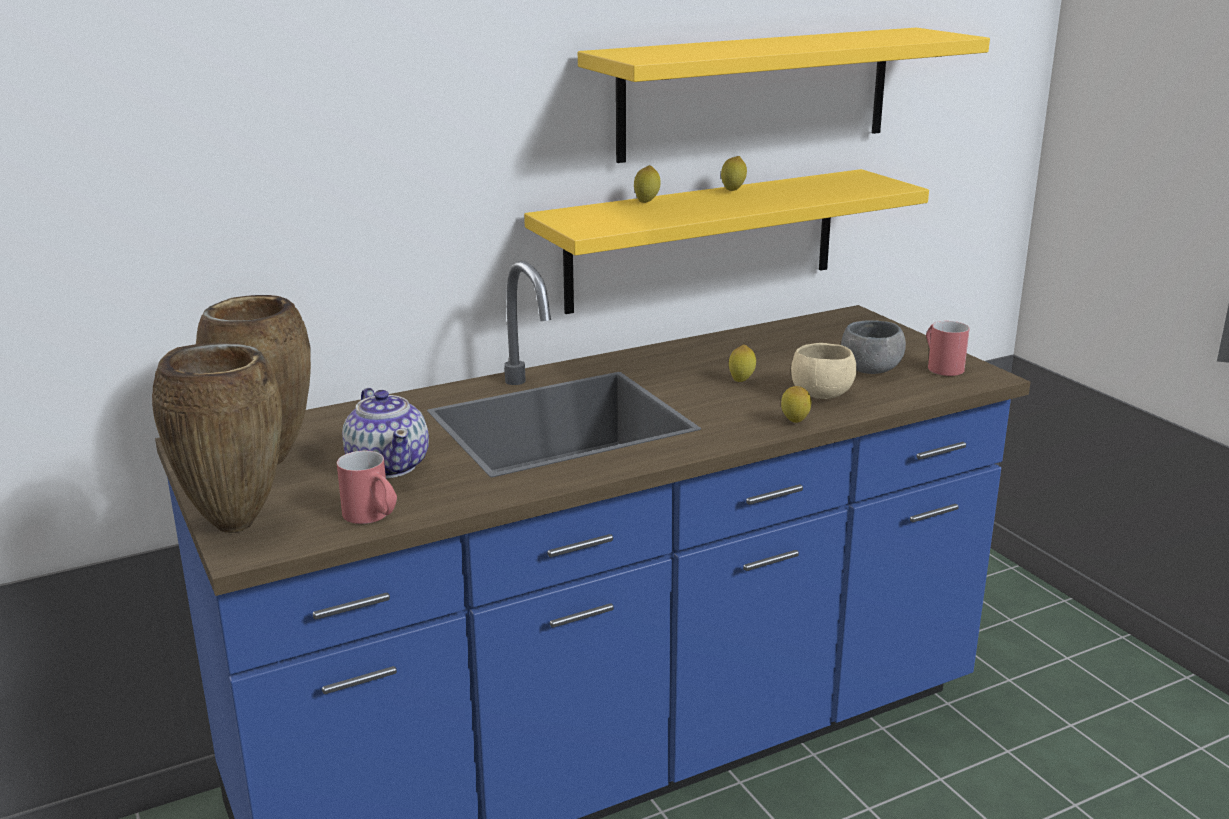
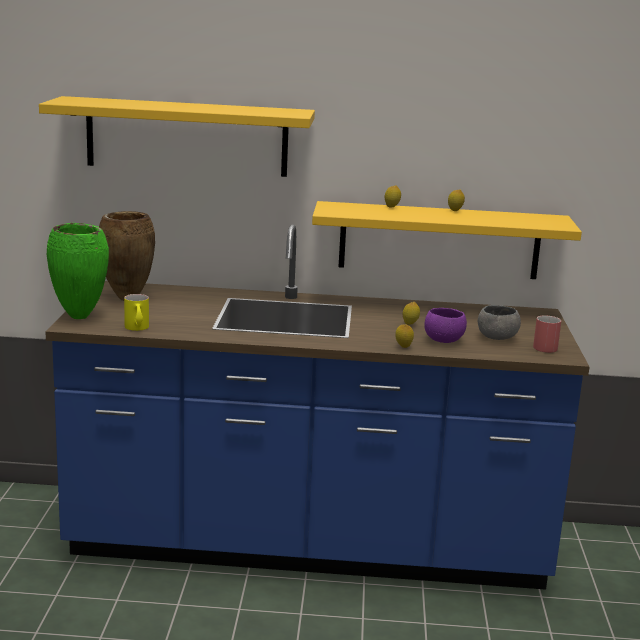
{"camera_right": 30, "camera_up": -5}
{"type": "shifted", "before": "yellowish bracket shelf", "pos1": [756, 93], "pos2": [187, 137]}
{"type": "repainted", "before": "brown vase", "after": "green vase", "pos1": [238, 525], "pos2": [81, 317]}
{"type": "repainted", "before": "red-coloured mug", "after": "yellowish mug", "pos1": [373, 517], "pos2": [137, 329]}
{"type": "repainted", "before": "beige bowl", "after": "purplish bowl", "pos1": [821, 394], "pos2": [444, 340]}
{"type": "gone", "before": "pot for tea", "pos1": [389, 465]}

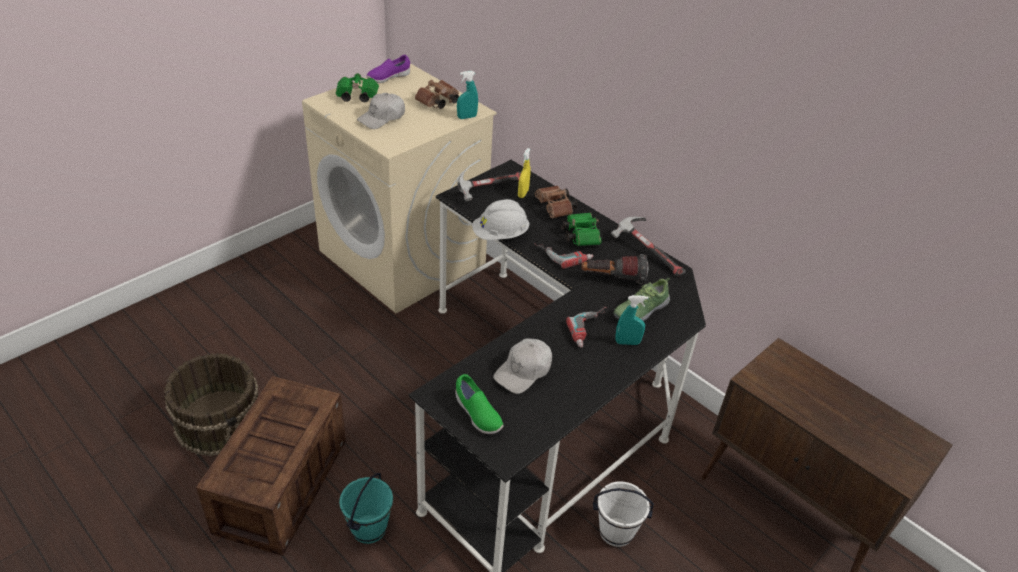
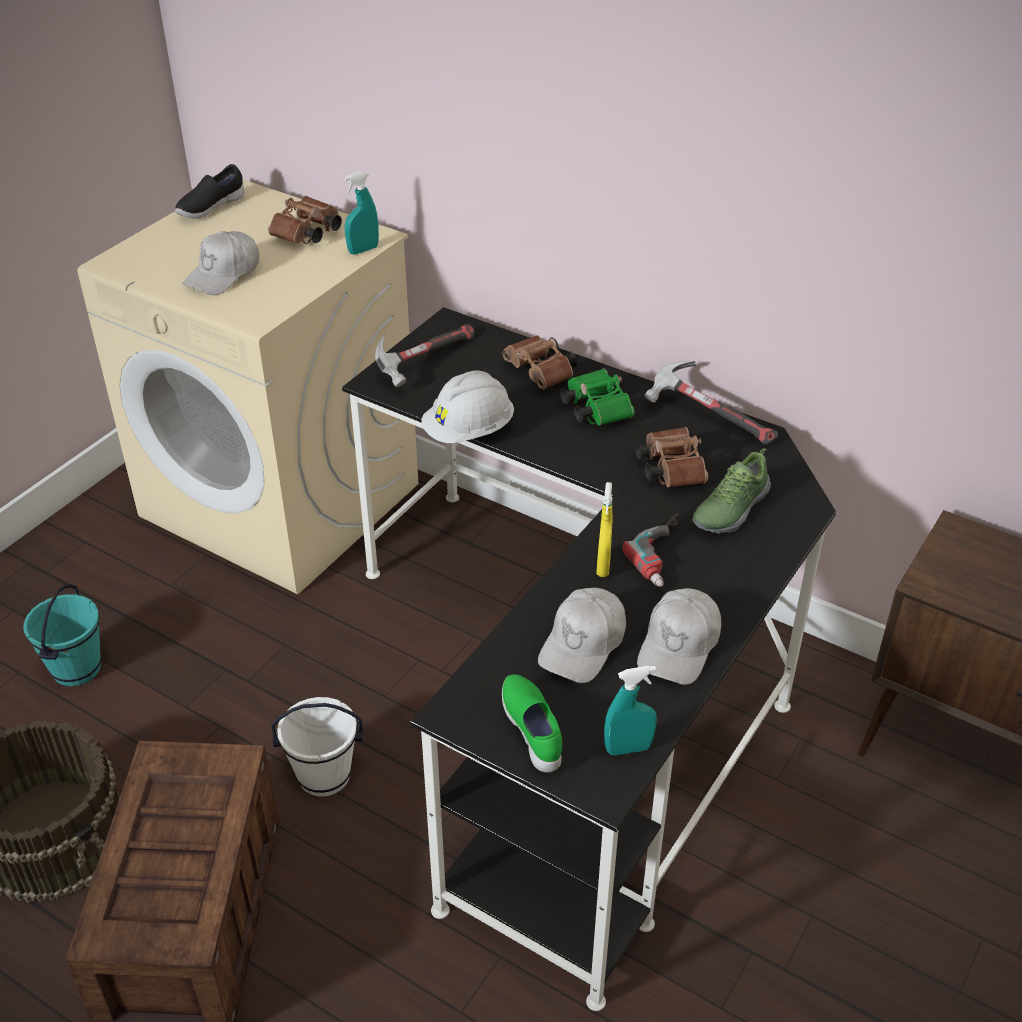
{"camera_right": -10, "camera_up": 0}
{"type": "shifted", "before": "turquoise pail", "pos1": [368, 528], "pos2": [76, 668]}
{"type": "repainted", "before": "purplish low shoe", "after": "blackish low shoe", "pos1": [388, 78], "pos2": [210, 208]}
{"type": "shifted", "before": "white pail", "pos1": [616, 531], "pos2": [324, 775]}
{"type": "rotated", "before": "green low shoe", "pos1": [477, 414], "pos2": [533, 731], "turn": -150}
{"type": "shifted", "before": "yellowish hand sprayer", "pos1": [523, 193], "pos2": [603, 566]}
{"type": "shifted", "before": "turquoise hand sprayer", "pos1": [627, 342], "pos2": [628, 748]}
{"type": "swapped", "before": "torch", "after": "brown pair of binoculars", "pos1": [612, 279], "pos2": [670, 468]}
{"type": "new", "after": "white peaked cap", "pos2": [679, 645]}
{"type": "gone", "before": "green pair of binoculars", "pos1": [356, 97]}
{"type": "gone", "before": "drill", "pos1": [563, 254]}

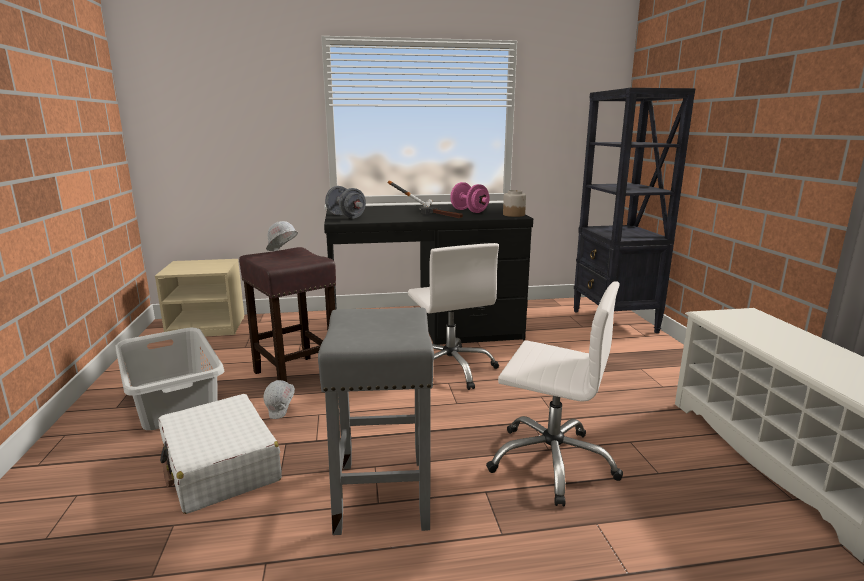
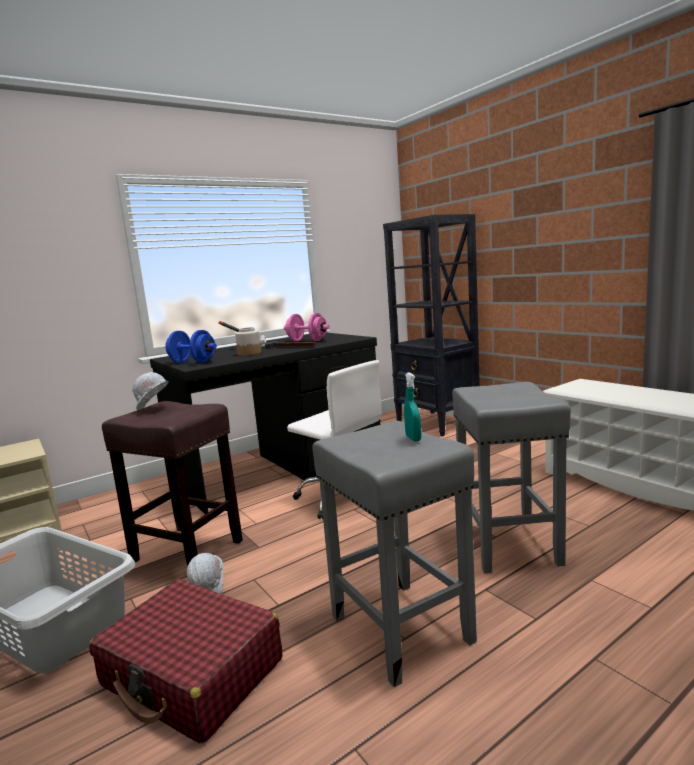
{"camera_right": -25, "camera_up": -5}
{"type": "repainted", "before": "white travel case", "after": "red-coloured travel case", "pos1": [220, 466], "pos2": [192, 673]}
{"type": "repainted", "before": "greyish dumbbell", "after": "bluish dumbbell", "pos1": [346, 216], "pos2": [192, 362]}
{"type": "shifted", "before": "jar", "pos1": [514, 215], "pos2": [249, 353]}
{"type": "new", "after": "turquoise hand sprayer", "pos2": [413, 438]}
{"type": "swapped", "before": "white desk chair", "after": "greyish stool", "pos1": [552, 462], "pos2": [509, 545]}

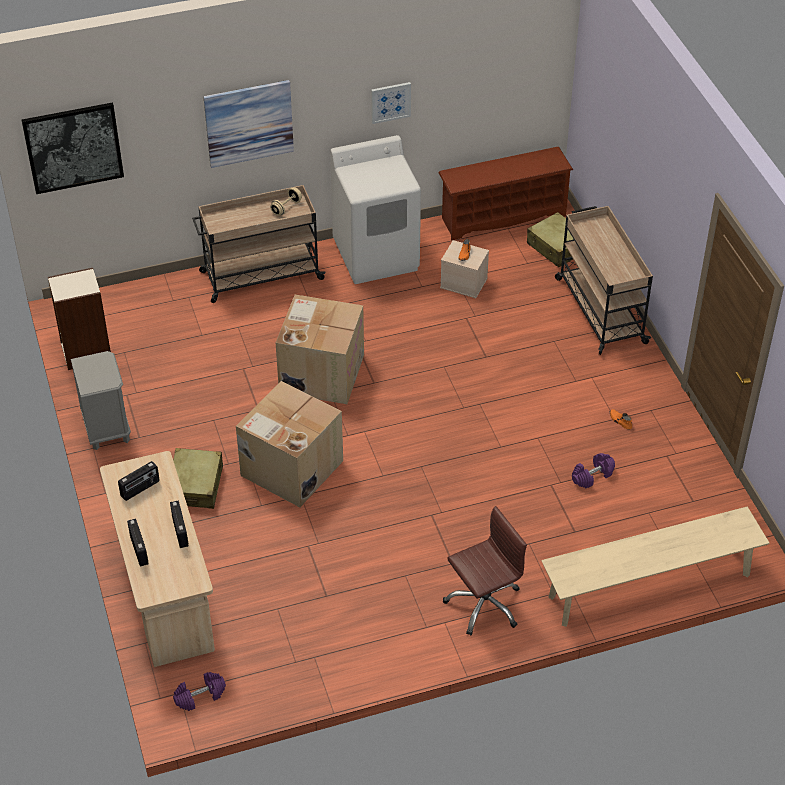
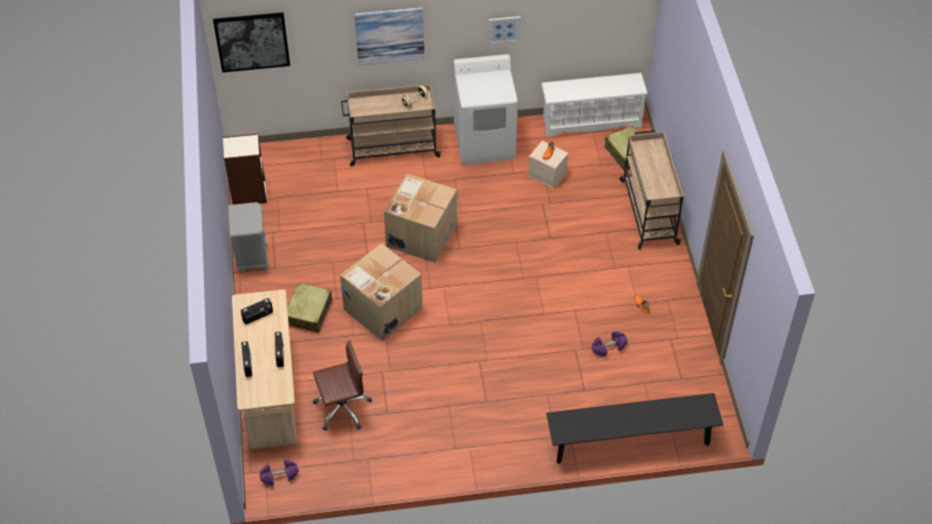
{"camera_right": 10, "camera_up": 5}
{"type": "shifted", "before": "brown desk chair", "pos1": [483, 604], "pos2": [342, 408]}
{"type": "repainted", "before": "brown shoe stand", "after": "white shoe stand", "pos1": [503, 216], "pos2": [591, 121]}
{"type": "repainted", "before": "beige indoor bench", "after": "blackish indoor bench", "pos1": [649, 586], "pos2": [630, 441]}

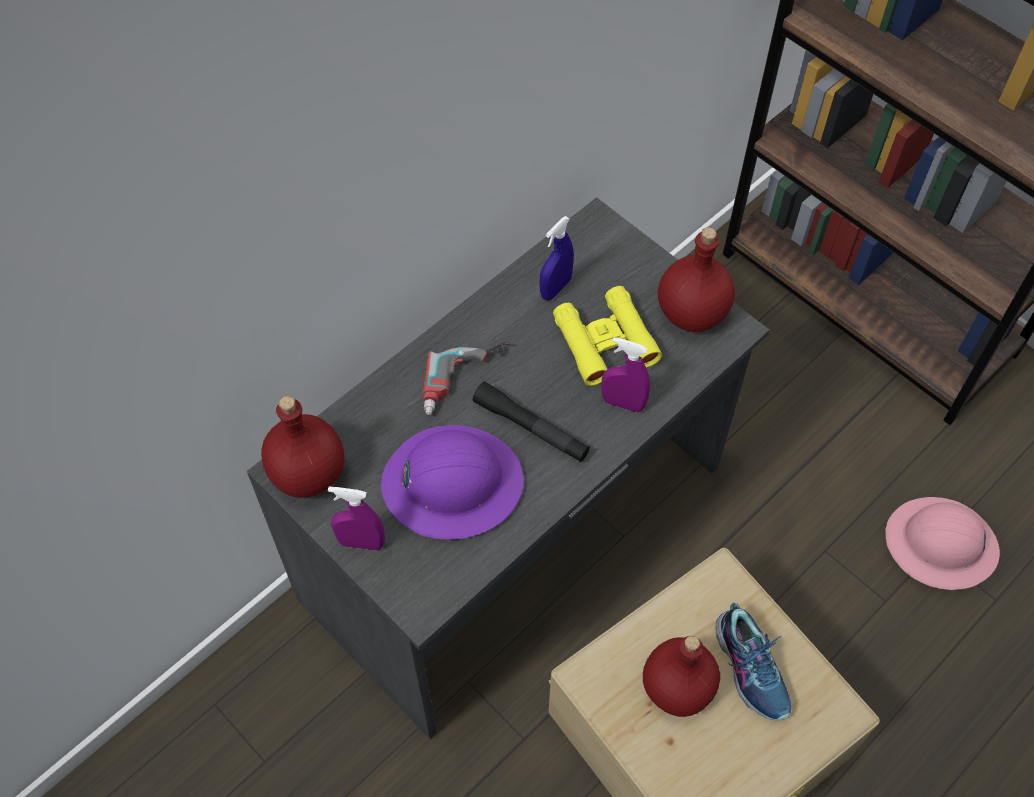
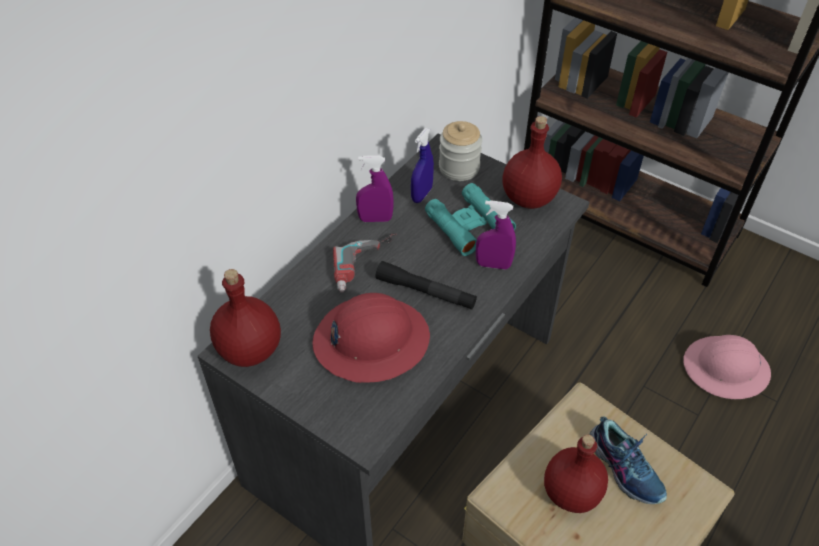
{"camera_right": -10, "camera_up": -10}
{"type": "repainted", "before": "purplish safety helmet", "after": "red-coloured safety helmet", "pos1": [452, 483], "pos2": [371, 340]}
{"type": "shifted", "before": "purplish hand sprayer", "pos1": [361, 543], "pos2": [375, 219]}
{"type": "repainted", "before": "yellowish pair of binoculars", "after": "turquoise pair of binoculars", "pos1": [605, 341], "pos2": [468, 225]}
{"type": "new", "after": "jar", "pos2": [459, 168]}

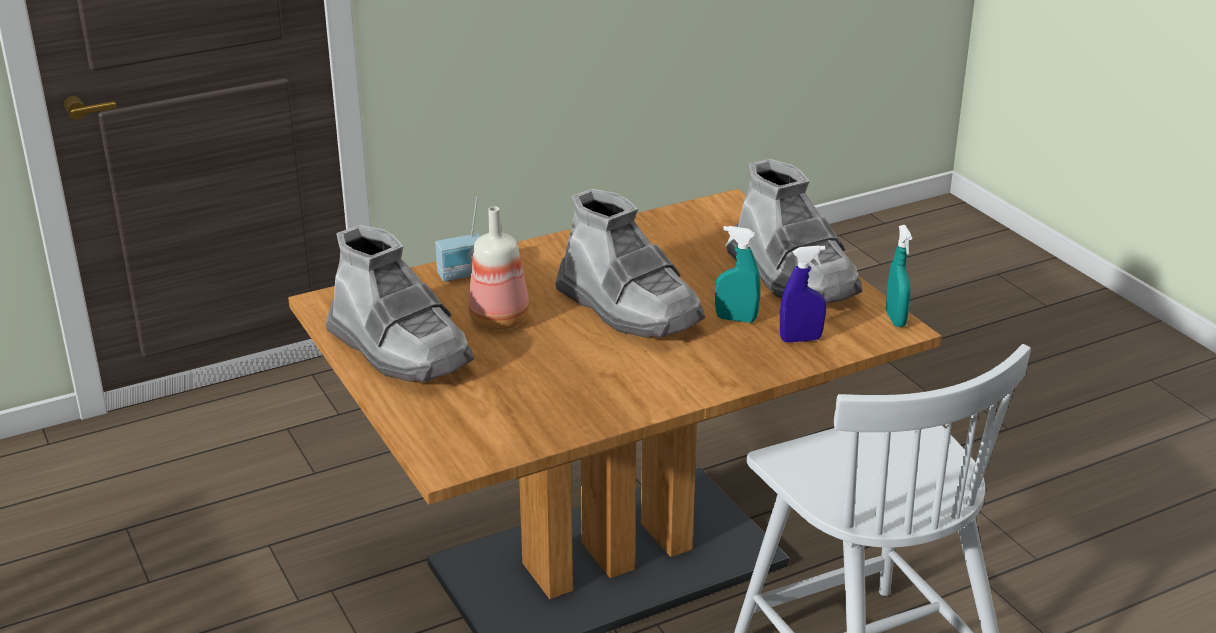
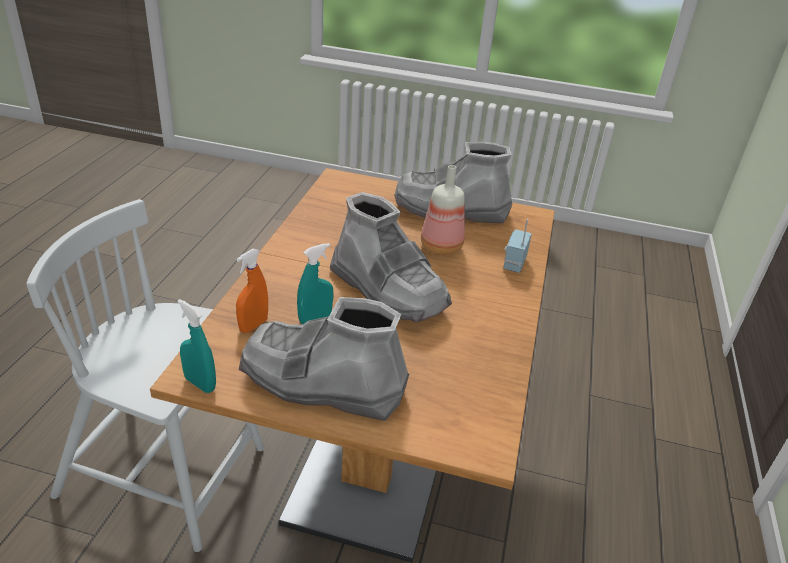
{"camera_right": 130, "camera_up": 5}
{"type": "repainted", "before": "bluish hand sprayer", "after": "orangey hand sprayer", "pos1": [800, 339], "pos2": [253, 325]}
{"type": "rotated", "before": "greyish tall boot", "pos1": [629, 309], "pos2": [388, 290], "turn": -135}

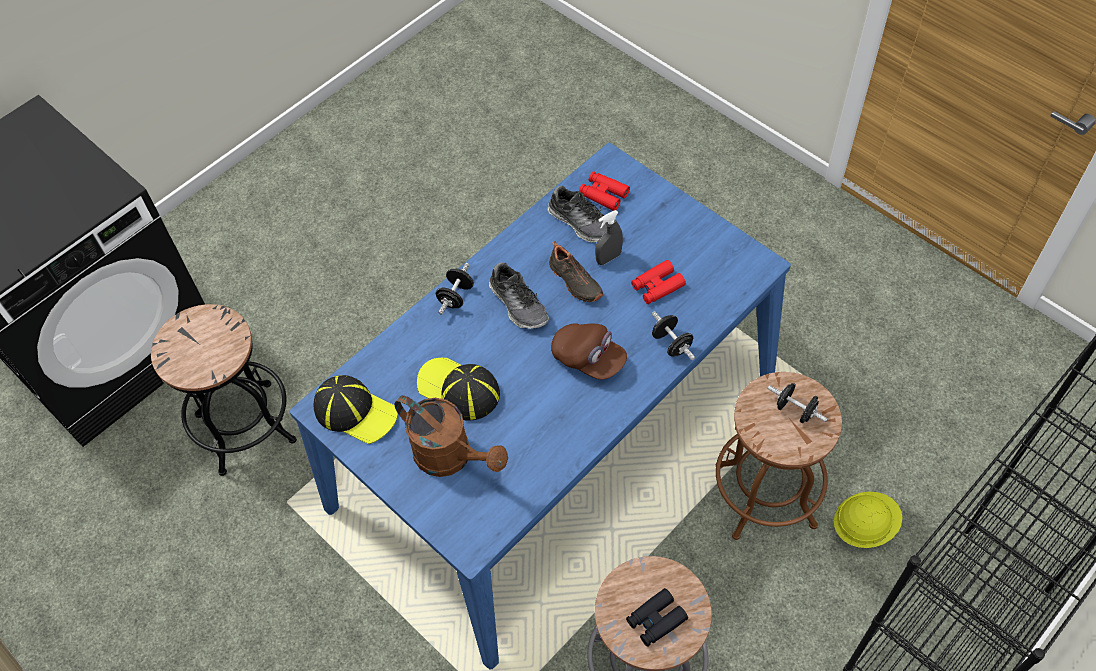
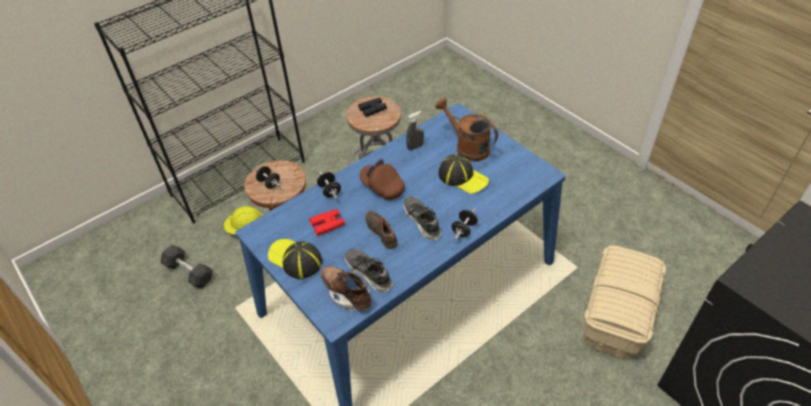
{"camera_right": -175, "camera_up": -10}
{"type": "new", "after": "greyish dumbbell", "pos2": [189, 272]}
{"type": "shifted", "before": "peaked cap", "pos1": [355, 412], "pos2": [295, 259]}
{"type": "swapped", "before": "red-coloured pair of binoculars", "after": "brown tall boot", "pos1": [603, 194], "pos2": [347, 294]}
{"type": "shifted", "before": "greyish hand sprayer", "pos1": [608, 258], "pos2": [415, 147]}
{"type": "swapped", "before": "blackish stool", "after": "beige storage container", "pos1": [245, 427], "pos2": [617, 315]}

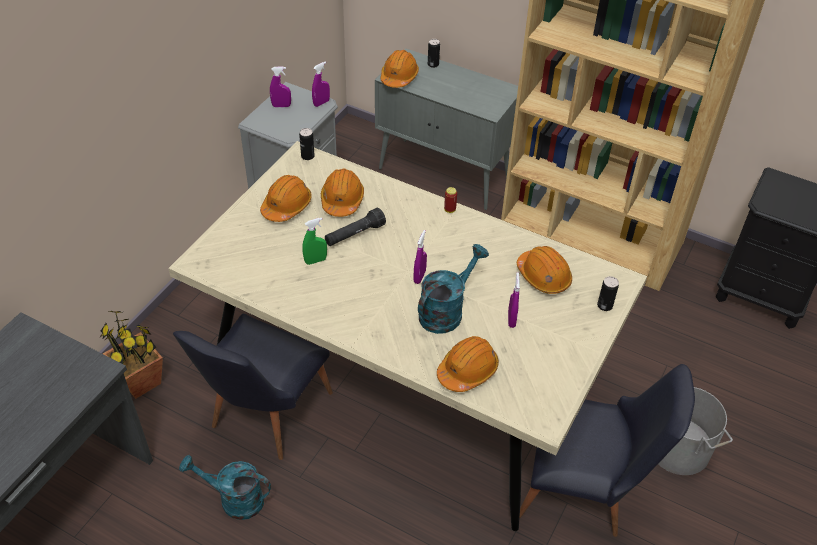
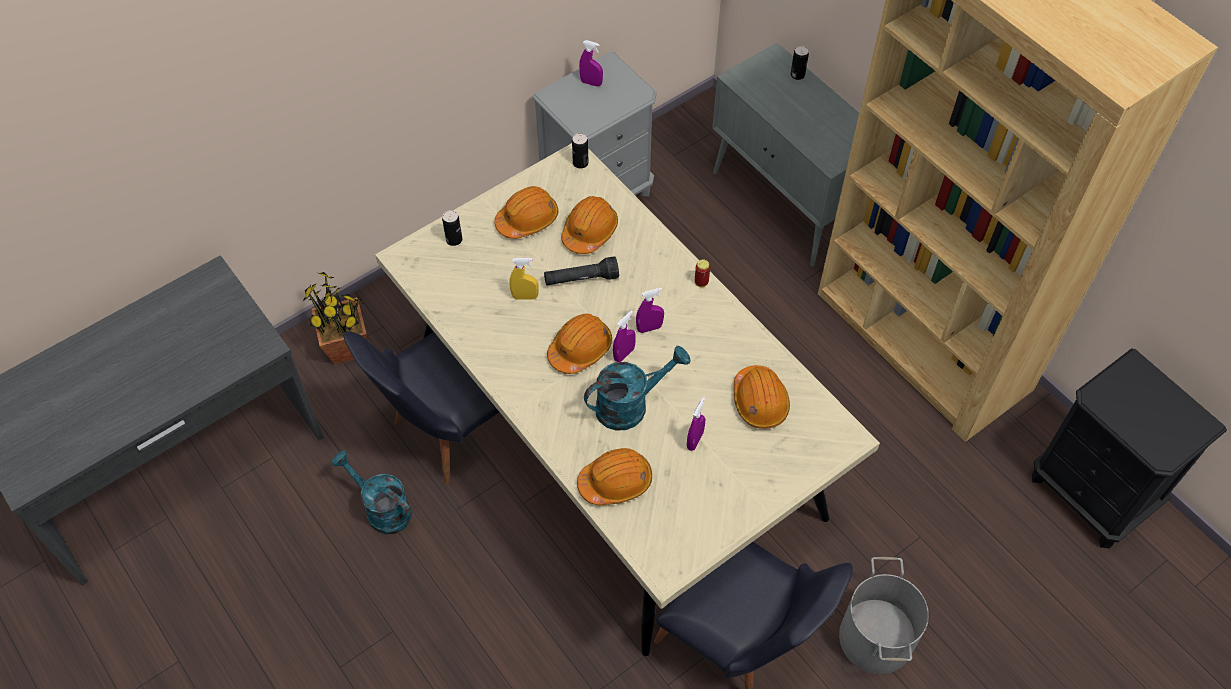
{"camera_right": 25, "camera_up": 10}
{"type": "shifted", "before": "metal can", "pos1": [604, 305], "pos2": [454, 239]}
{"type": "repainted", "before": "green hand sprayer", "after": "yellowish hand sprayer", "pos1": [315, 260], "pos2": [525, 296]}
{"type": "shifted", "before": "orangey safety helmet", "pos1": [399, 77], "pos2": [580, 349]}
{"type": "shifted", "before": "purplish hand sprayer", "pos1": [321, 103], "pos2": [649, 328]}

